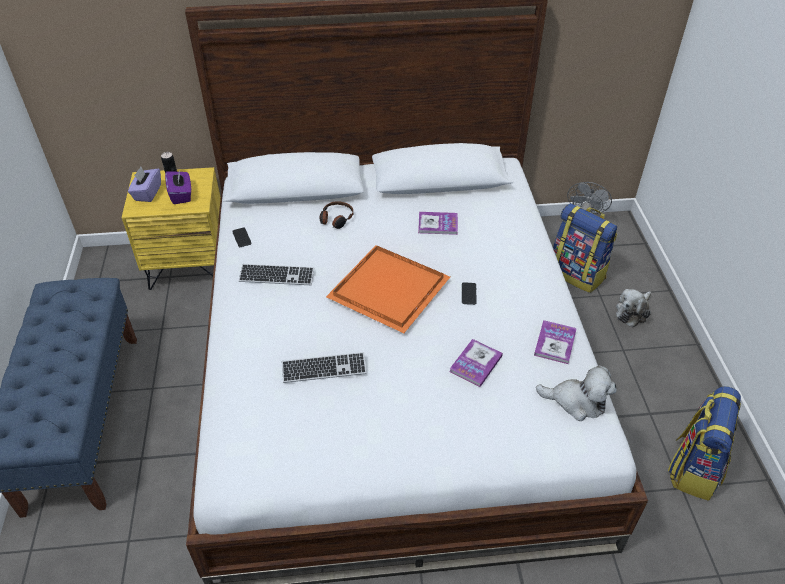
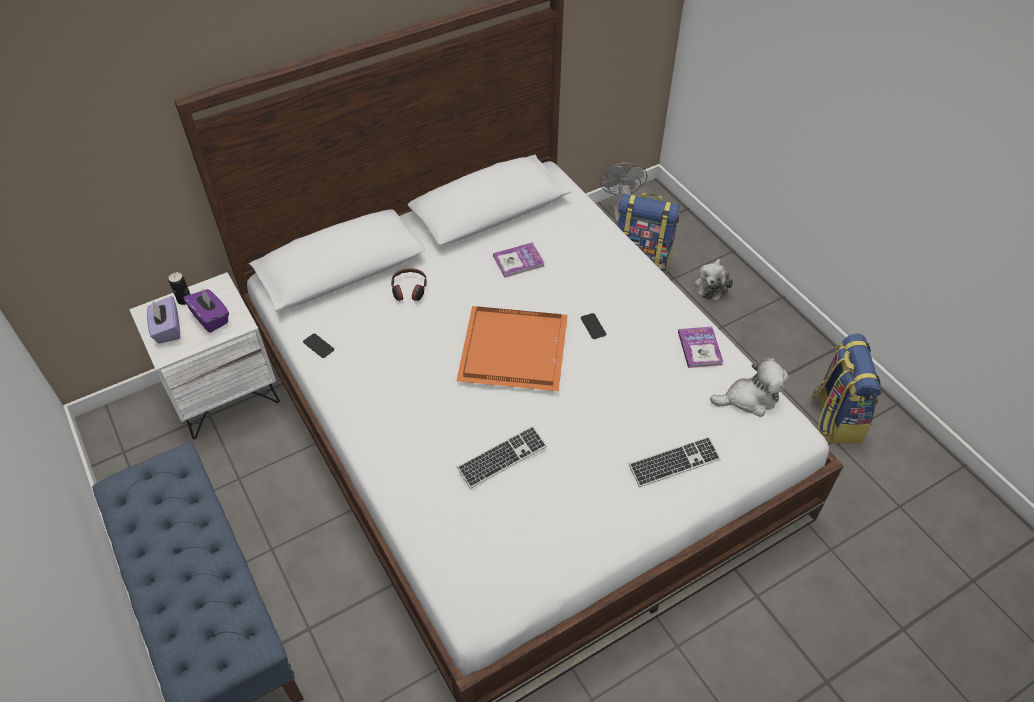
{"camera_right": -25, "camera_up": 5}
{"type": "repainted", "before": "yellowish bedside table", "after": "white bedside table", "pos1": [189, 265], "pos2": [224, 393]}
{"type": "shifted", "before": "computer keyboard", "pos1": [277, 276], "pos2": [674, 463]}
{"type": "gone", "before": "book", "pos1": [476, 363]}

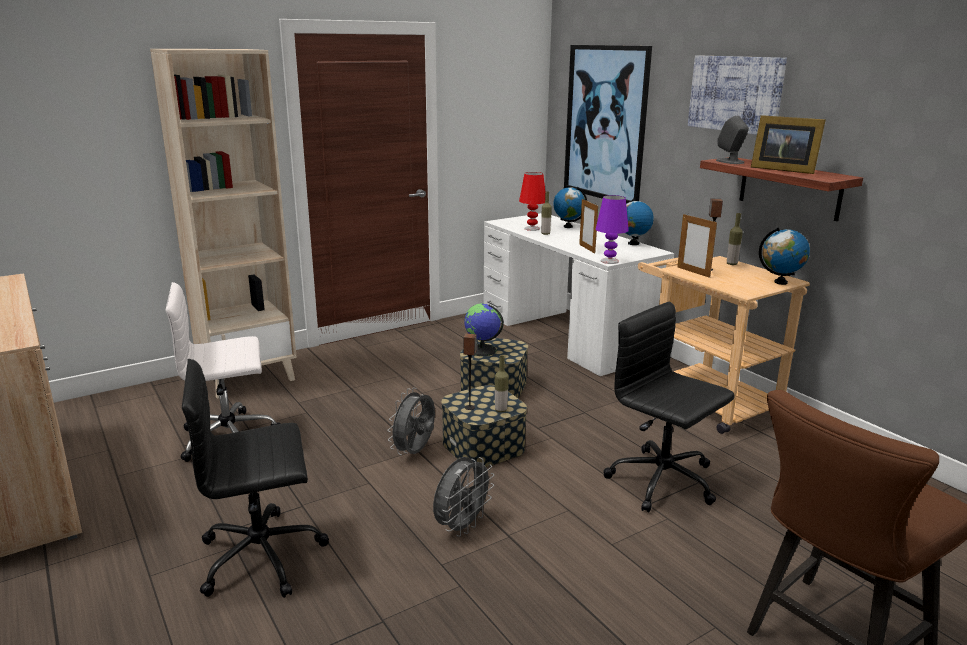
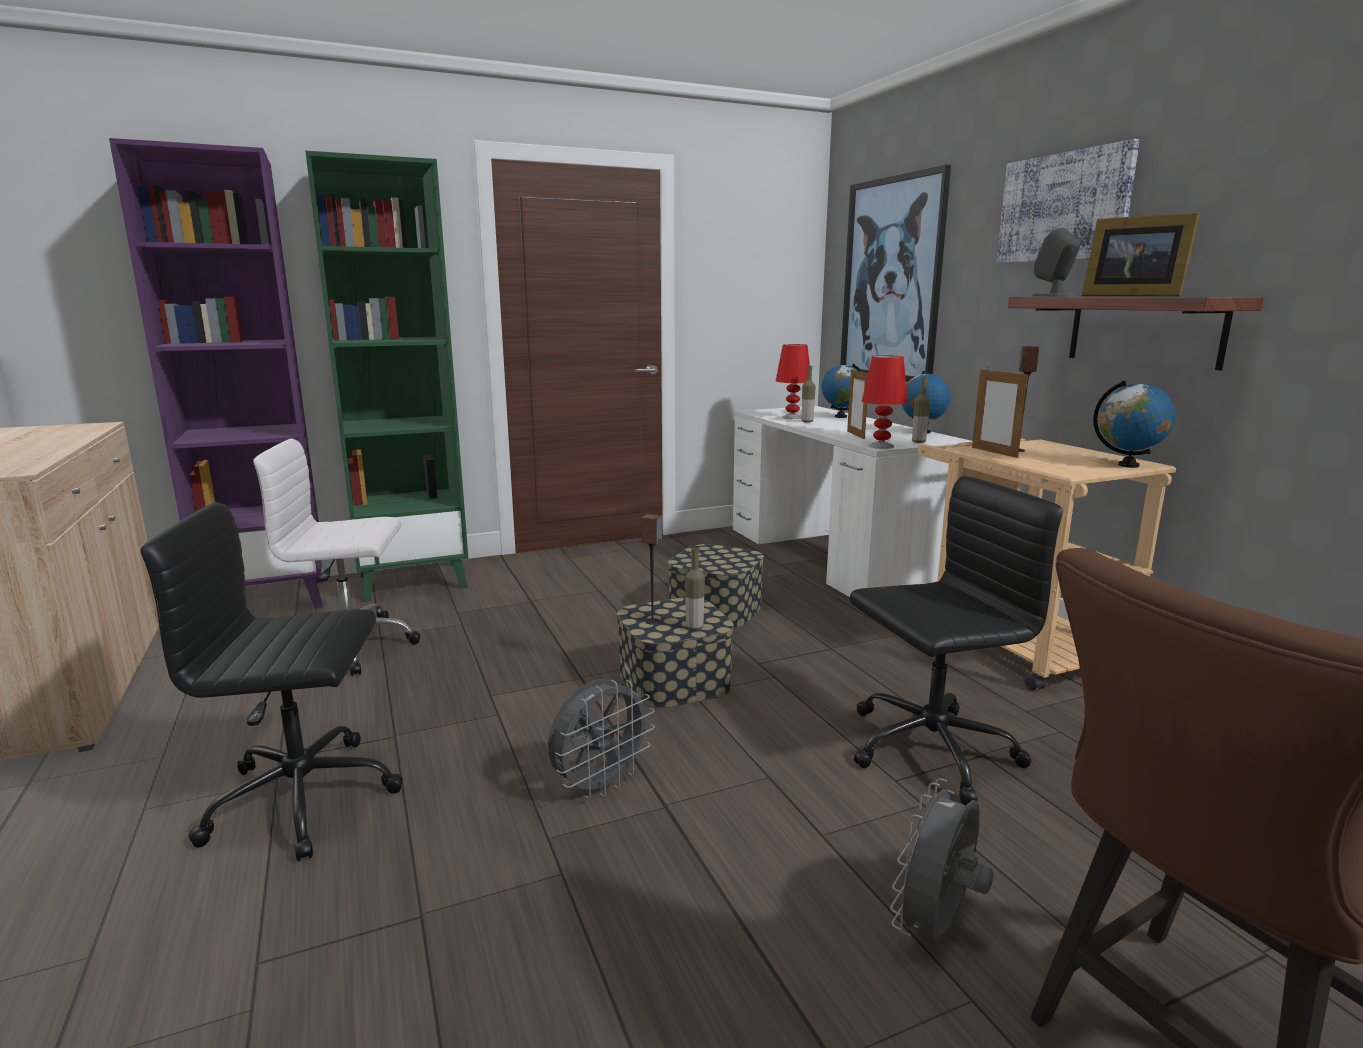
{"camera_right": 10, "camera_up": -5}
{"type": "new", "after": "purplish bookshelf", "pos2": [269, 600]}
{"type": "repainted", "before": "beige bookshelf", "after": "green bookshelf", "pos1": [248, 376], "pos2": [413, 581]}
{"type": "rotated", "before": "blackish desk chair", "pos1": [664, 482], "pos2": [928, 750], "turn": 105}
{"type": "repainted", "before": "purplish lamp for a table", "after": "red-coloured lamp for a table", "pos1": [609, 261], "pos2": [881, 446]}
{"type": "shifted", "before": "greyish cooling fan", "pos1": [415, 452], "pos2": [936, 928]}
{"type": "shifted", "before": "drink bottle", "pos1": [731, 264], "pos2": [918, 442]}
{"type": "gone", "before": "desk globe", "pos1": [482, 350]}

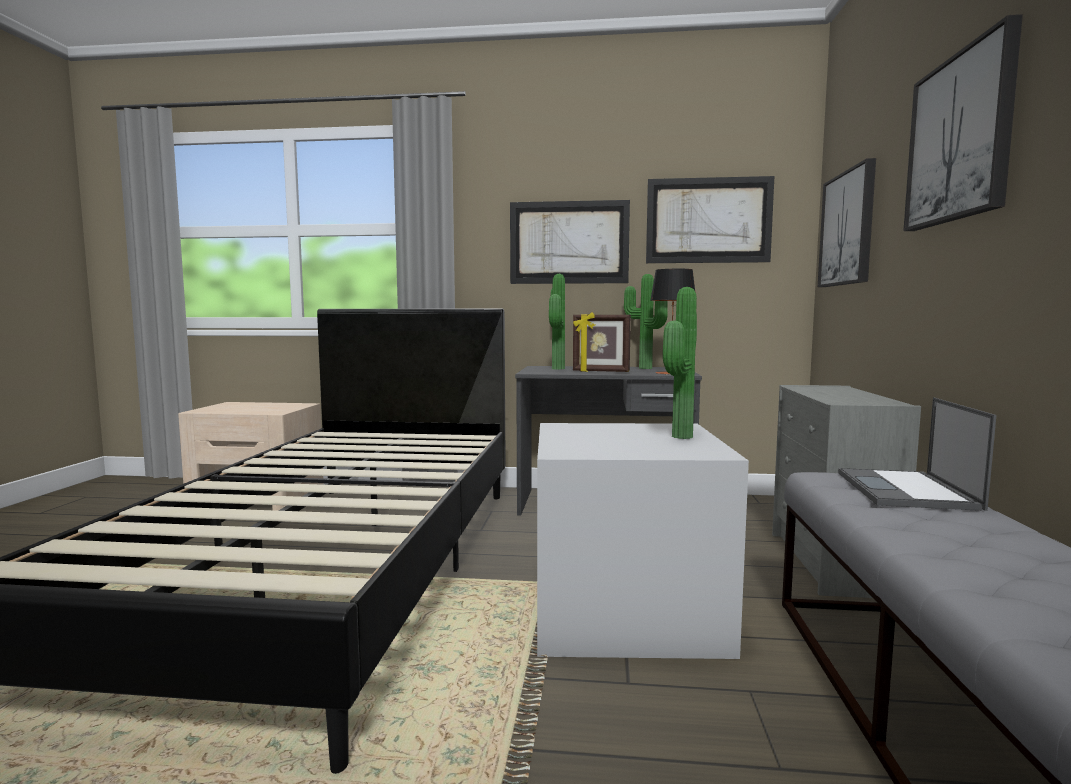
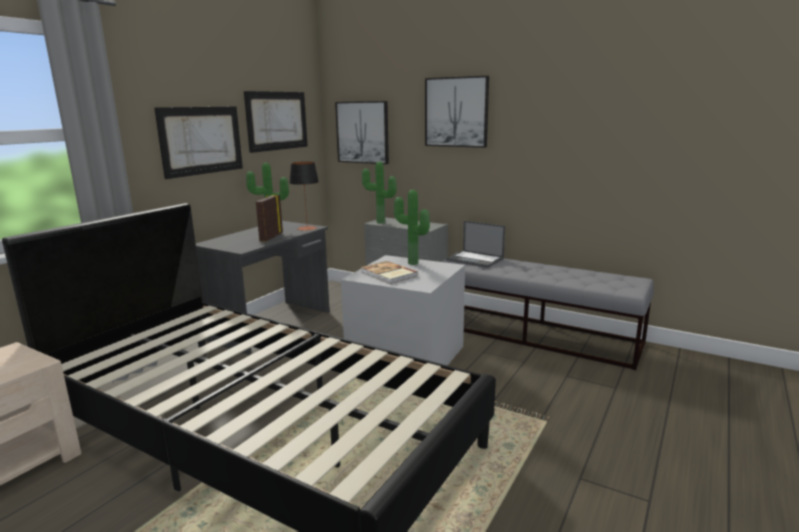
{"camera_right": -65, "camera_up": 10}
{"type": "rotated", "before": "photo frame", "pos1": [600, 371], "pos2": [270, 237], "turn": 150}
{"type": "new", "after": "book", "pos2": [388, 274]}
{"type": "shifted", "before": "plant in a pot", "pos1": [555, 368], "pos2": [380, 223]}

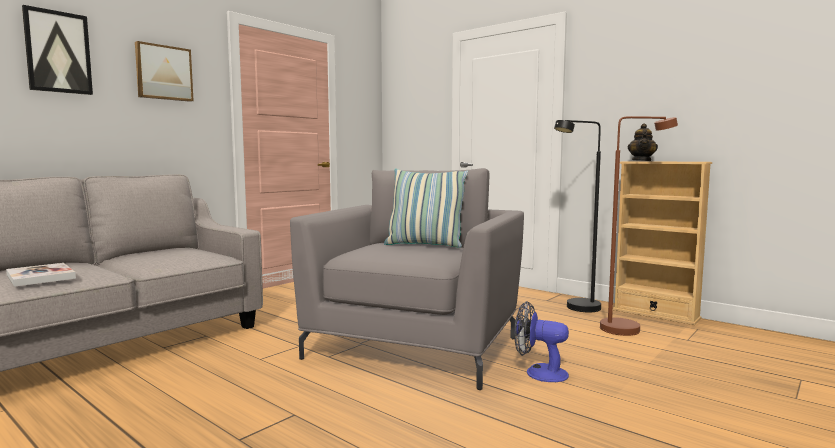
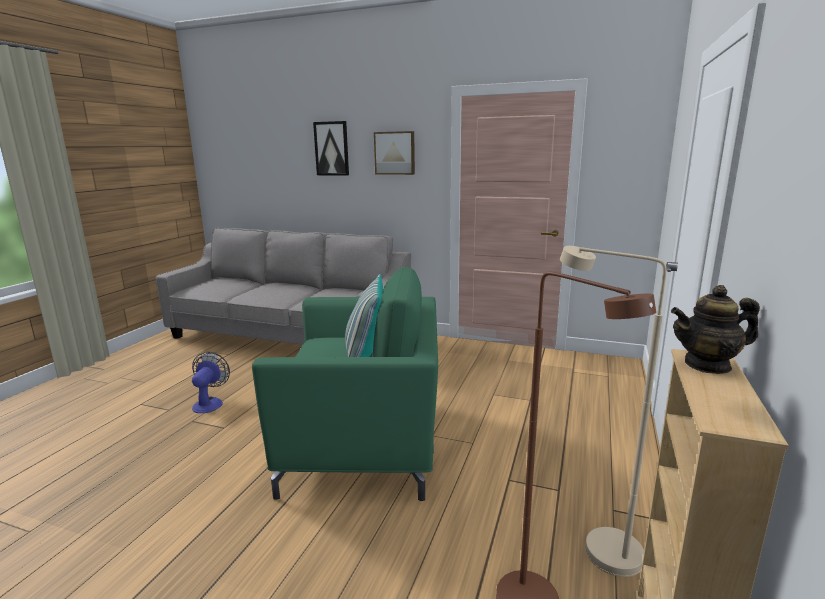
{"camera_right": 70, "camera_up": 10}
{"type": "shifted", "before": "cooling fan", "pos1": [539, 372], "pos2": [210, 403]}
{"type": "repainted", "before": "greyish armchair", "after": "green armchair", "pos1": [415, 346], "pos2": [365, 443]}
{"type": "repainted", "before": "blackish floor lamp", "after": "beige floor lamp", "pos1": [577, 309], "pos2": [597, 547]}
{"type": "gone", "before": "book", "pos1": [40, 277]}

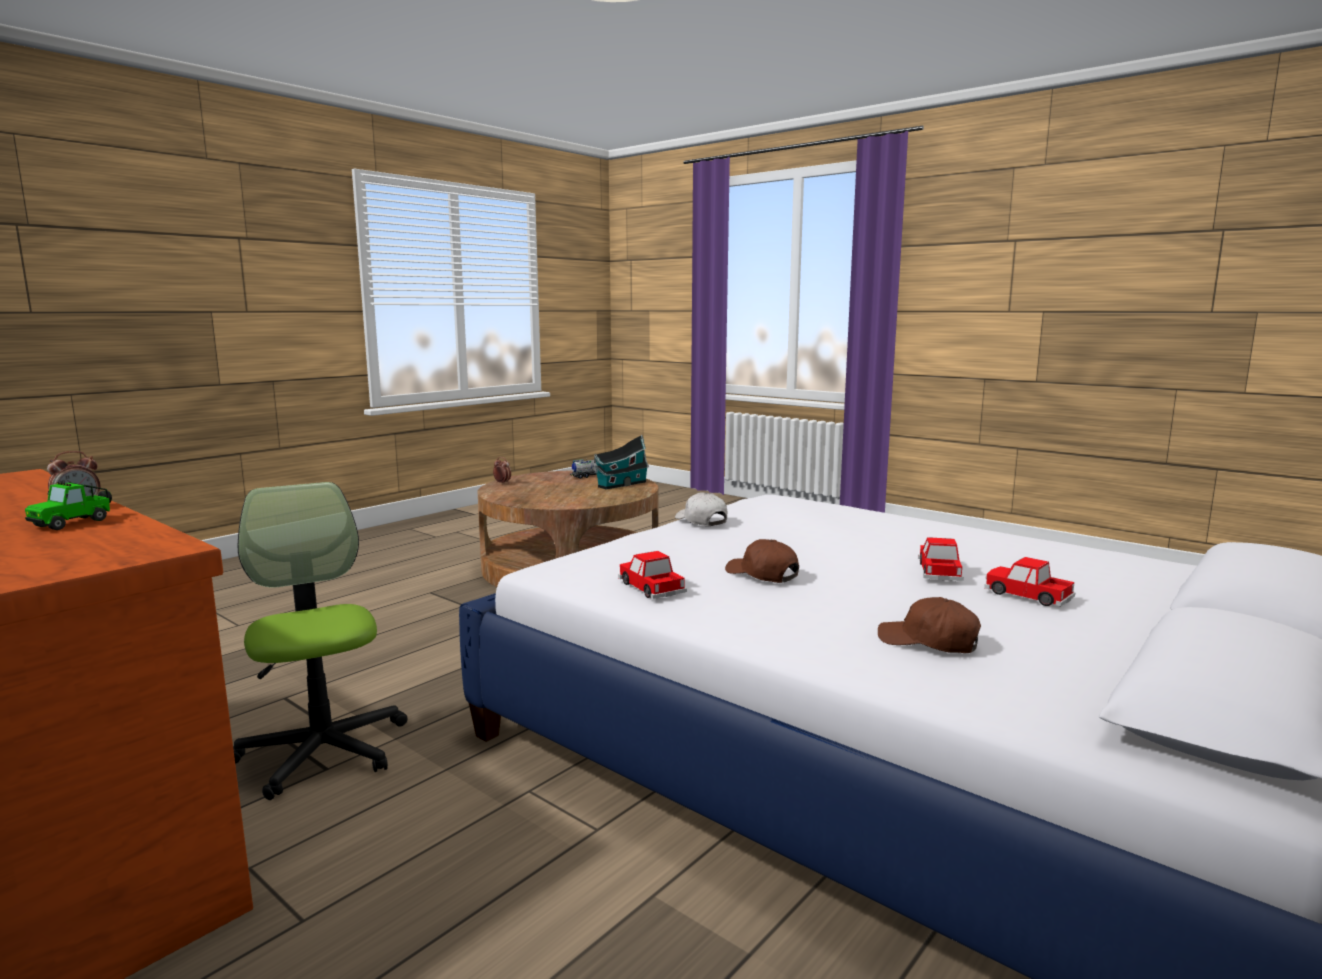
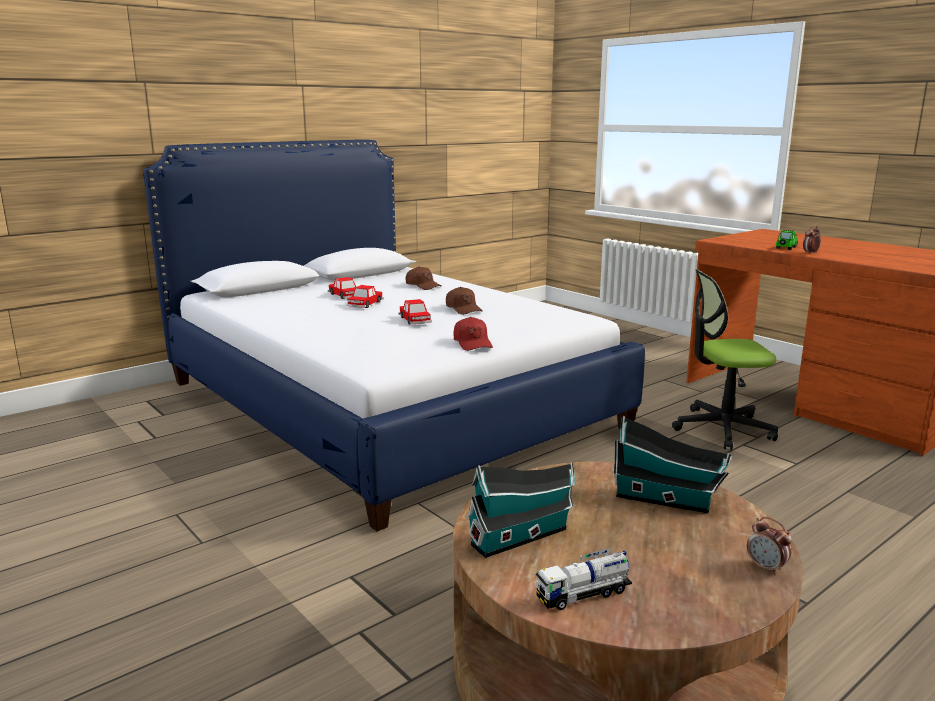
{"camera_right": -170, "camera_up": 5}
{"type": "shifted", "before": "model car", "pos1": [651, 587], "pos2": [415, 320]}
{"type": "repainted", "before": "white peaked cap", "after": "red-coloured peaked cap", "pos1": [701, 521], "pos2": [472, 343]}
{"type": "new", "after": "toy house", "pos2": [666, 500]}
{"type": "rotated", "before": "desk chair", "pos1": [322, 751], "pos2": [722, 428], "turn": 105}

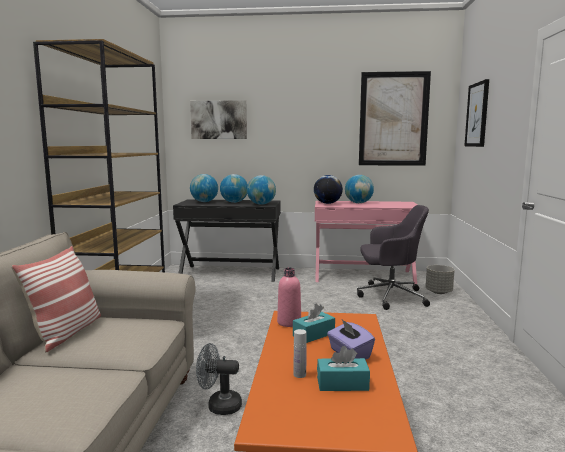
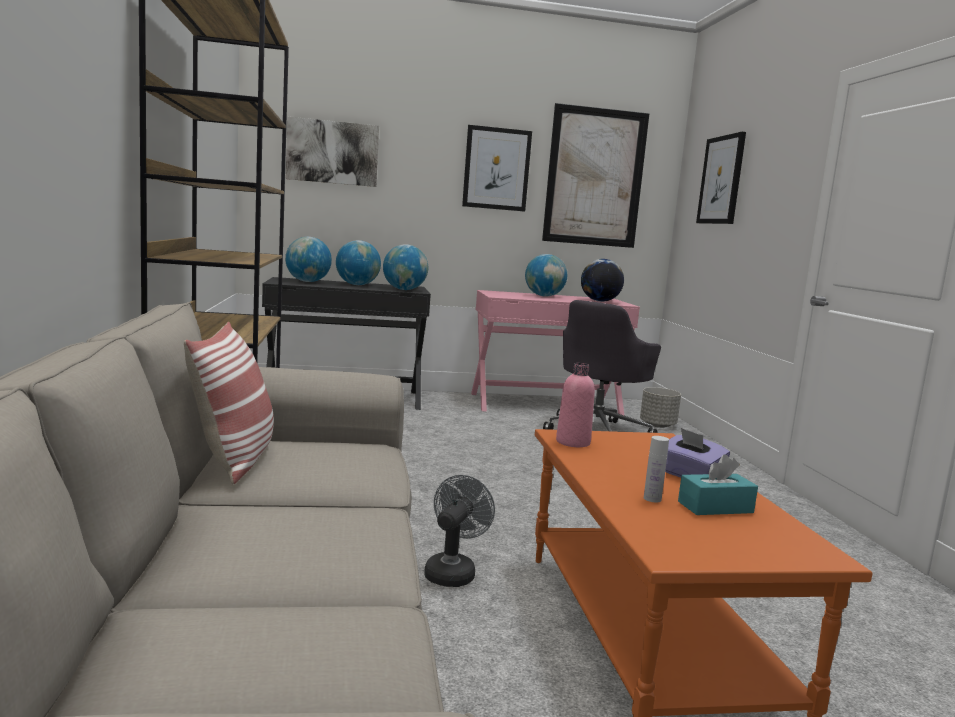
{"camera_right": -15, "camera_up": 0}
{"type": "rotated", "before": "greyish cooling fan", "pos1": [219, 406], "pos2": [452, 571], "turn": 120}
{"type": "new", "after": "picture", "pos2": [496, 169]}
{"type": "rotated", "before": "greyish desk chair", "pos1": [389, 296], "pos2": [597, 430], "turn": 135}
{"type": "shifted", "before": "desk globe", "pos1": [327, 203], "pos2": [599, 301]}
{"type": "gone", "before": "turquoise tissue box", "pos1": [314, 334]}

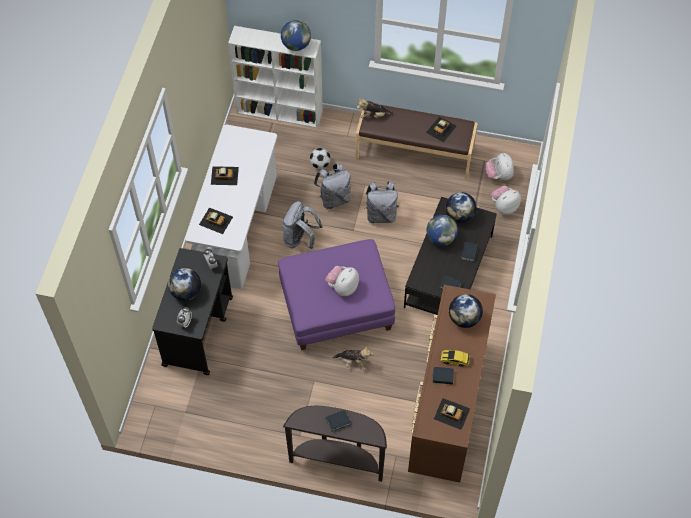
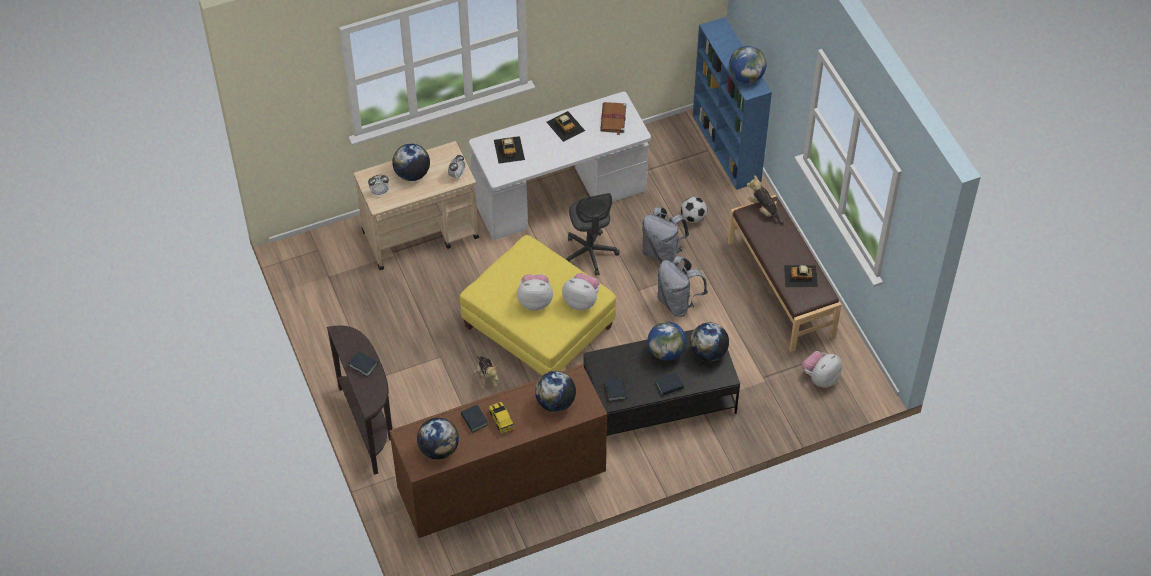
{"camera_right": 55, "camera_up": -5}
{"type": "repainted", "before": "blackish cart", "after": "beige cart", "pos1": [198, 330], "pos2": [421, 234]}
{"type": "swapped", "before": "model car", "after": "desk globe", "pos1": [451, 413], "pos2": [439, 449]}
{"type": "repainted", "before": "purplish ottoman", "after": "yellowish ottoman", "pos1": [336, 306], "pos2": [538, 327]}
{"type": "shifted", "before": "cuddly toy", "pos1": [504, 207], "pos2": [581, 301]}
{"type": "swapped", "before": "greyish rucksack", "after": "greyish desk chair", "pos1": [300, 239], "pos2": [590, 253]}
{"type": "new", "after": "brown book", "pos2": [613, 119]}
{"type": "repainted", "before": "white bookshelf", "after": "bluish bookshelf", "pos1": [280, 112], "pos2": [727, 148]}

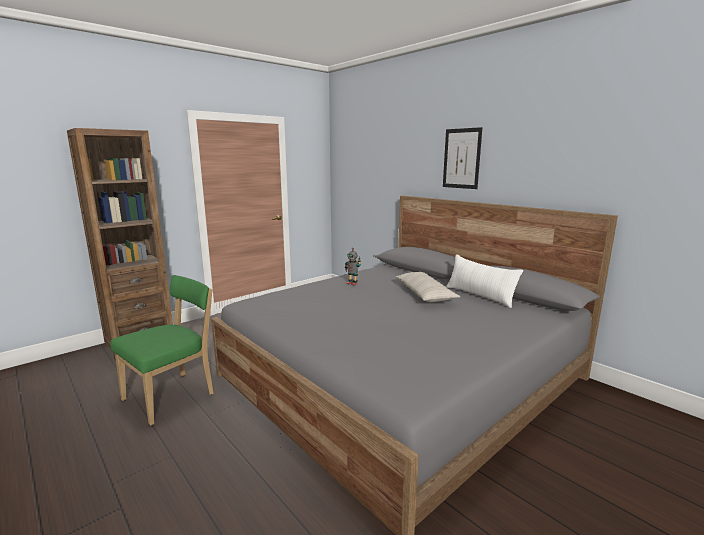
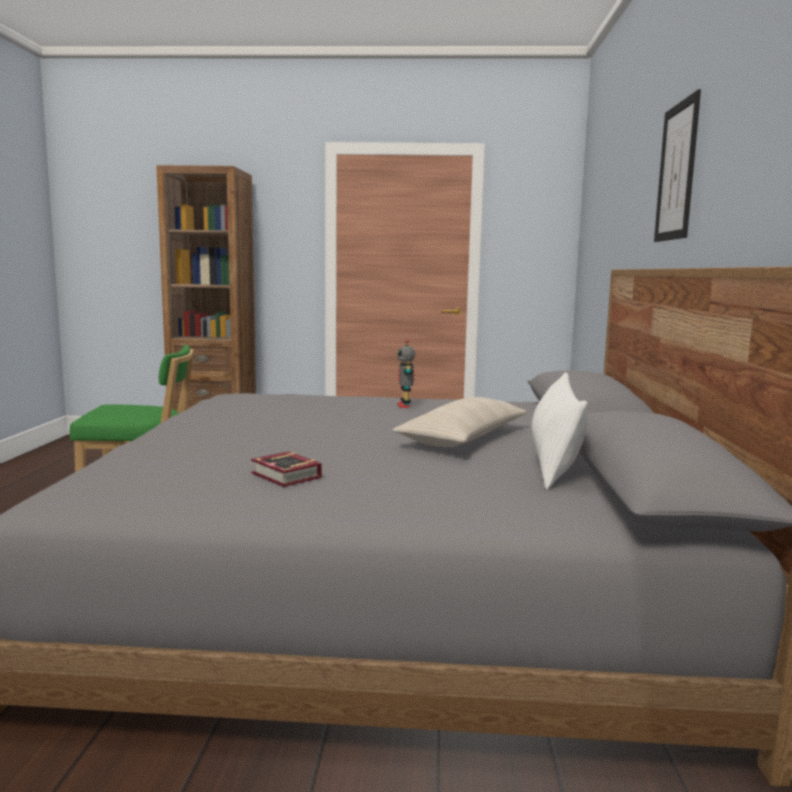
{"camera_right": 45, "camera_up": -5}
{"type": "new", "after": "book", "pos2": [286, 476]}

